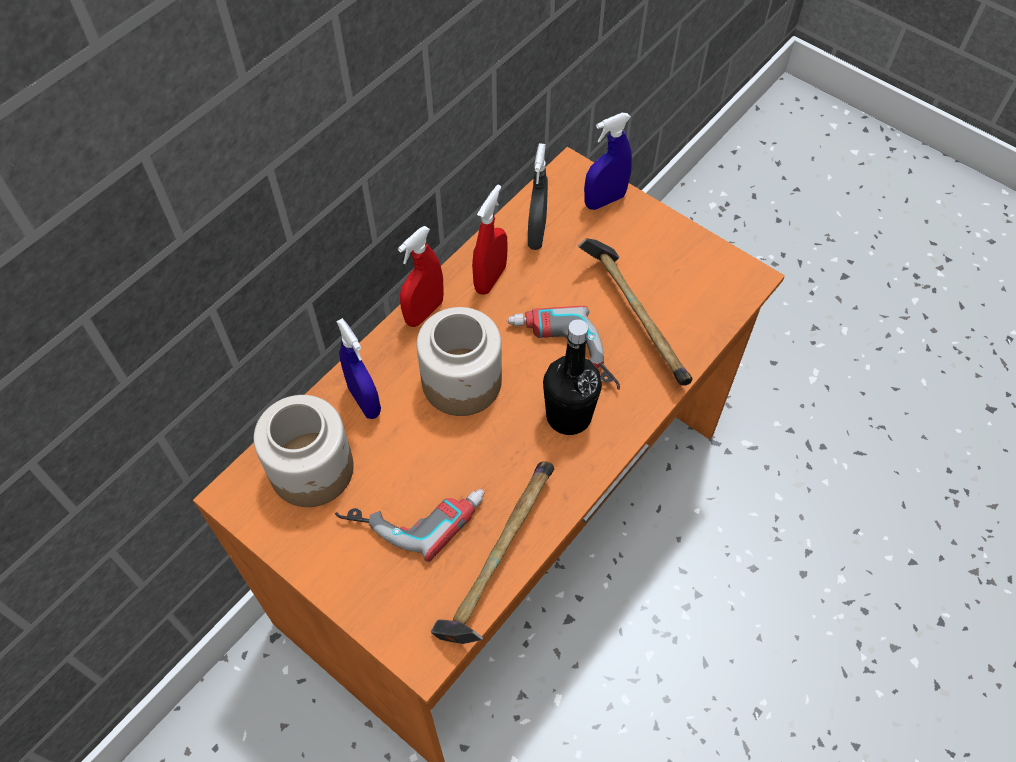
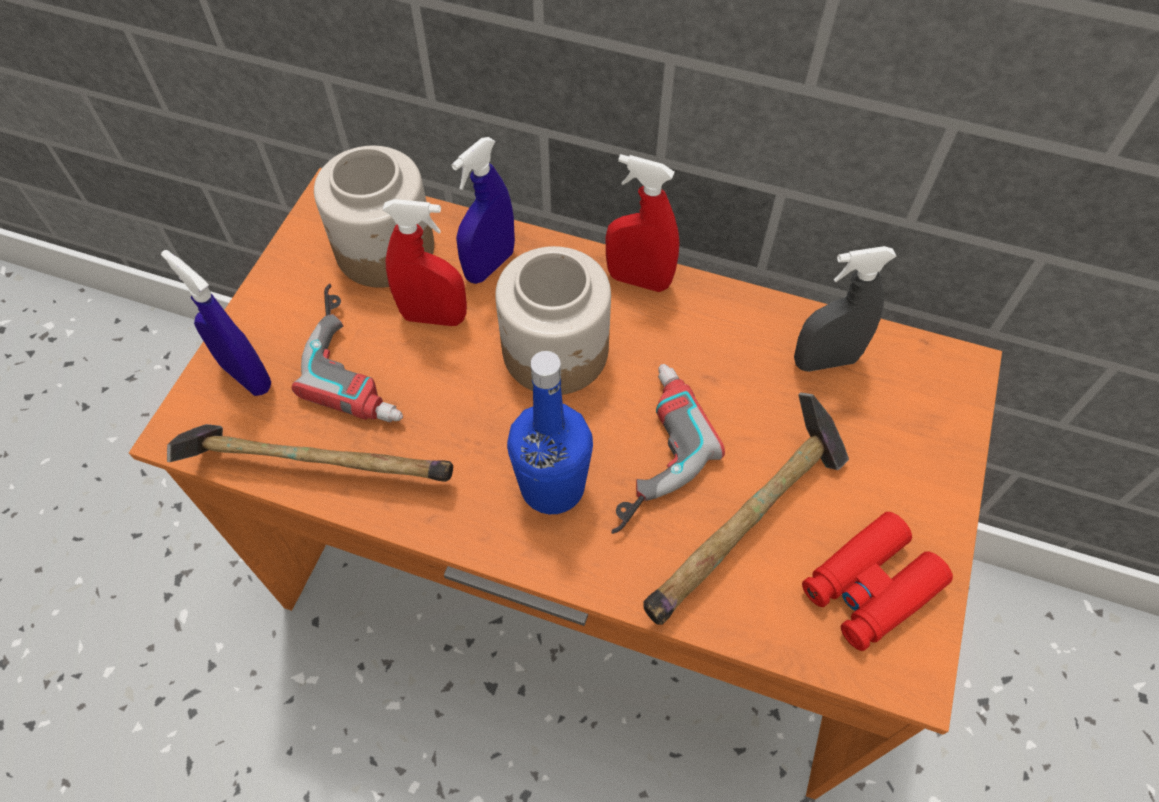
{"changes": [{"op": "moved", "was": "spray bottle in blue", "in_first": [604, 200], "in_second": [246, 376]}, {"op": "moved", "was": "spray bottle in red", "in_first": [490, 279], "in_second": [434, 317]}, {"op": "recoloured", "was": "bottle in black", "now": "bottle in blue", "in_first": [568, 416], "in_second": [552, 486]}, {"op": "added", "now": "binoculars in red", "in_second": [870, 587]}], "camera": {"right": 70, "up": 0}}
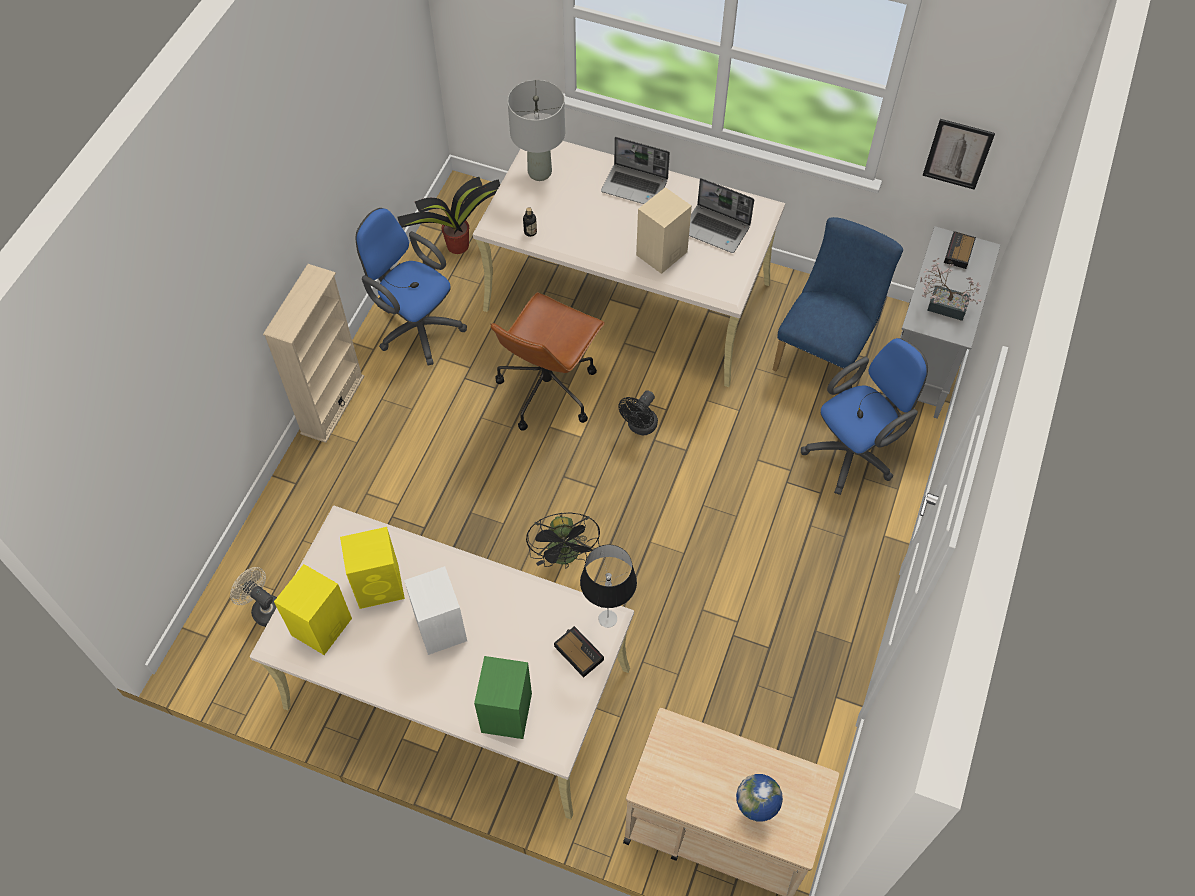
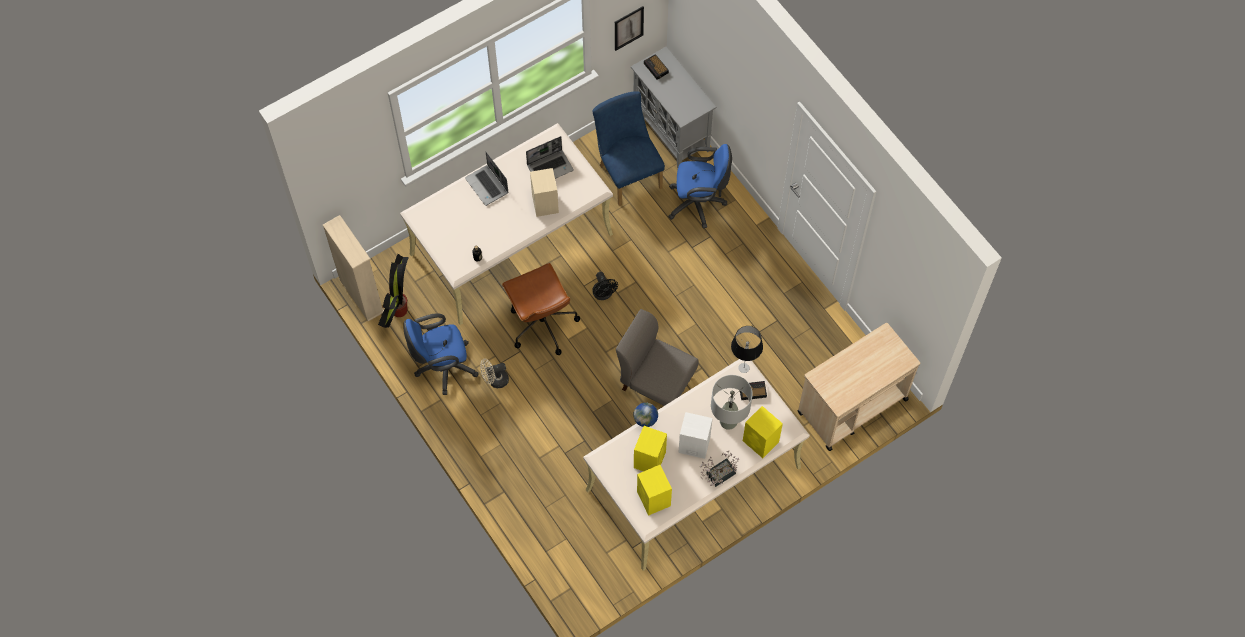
{"changes": [{"op": "moved", "was": "table lamp in grey", "in_first": [539, 172], "in_second": [728, 422]}, {"op": "turned", "was": "laptop", "in_first": [635, 186], "in_second": [487, 186], "clockwise": 90}, {"op": "moved", "was": "potted plant", "in_first": [942, 305], "in_second": [717, 475]}, {"op": "moved", "was": "bookcase in beige", "in_first": [332, 405], "in_second": [361, 295]}, {"op": "turned", "was": "office chair in blue", "in_first": [854, 452], "in_second": [699, 203], "clockwise": 90}, {"op": "replaced", "was": "fan in black", "now": "chair in grey", "in_first": [565, 557], "in_second": [656, 381]}, {"op": "moved", "was": "fan in beige", "in_first": [264, 609], "in_second": [495, 380]}, {"op": "recoloured", "was": "speaker in green", "now": "speaker in yellow", "in_first": [506, 714], "in_second": [761, 442]}, {"op": "moved", "was": "globe", "in_first": [755, 810], "in_second": [646, 424]}], "camera": {"right": -55, "up": 5}}
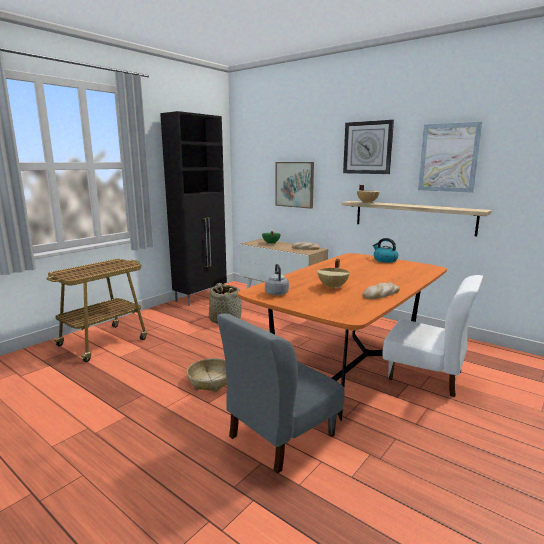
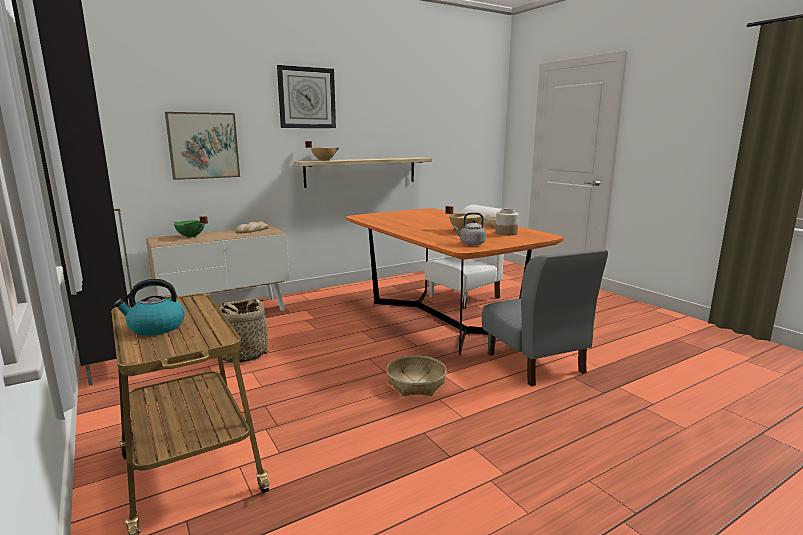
{"changes": [{"op": "removed", "was": "picture", "in_first": [448, 157]}, {"op": "moved", "was": "kettle", "in_first": [384, 260], "in_second": [155, 327]}, {"op": "added", "now": "jar", "in_second": [506, 233]}], "camera": {"right": -70, "up": 0}}
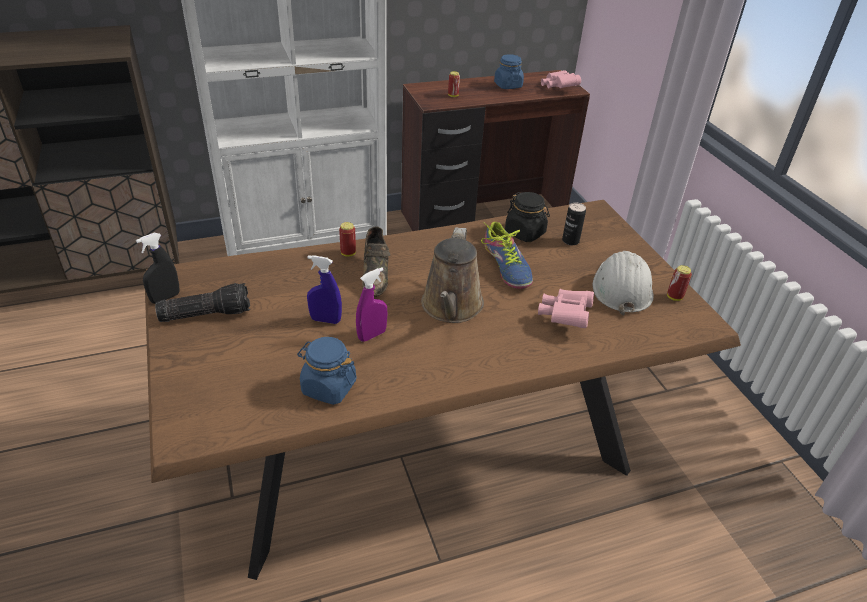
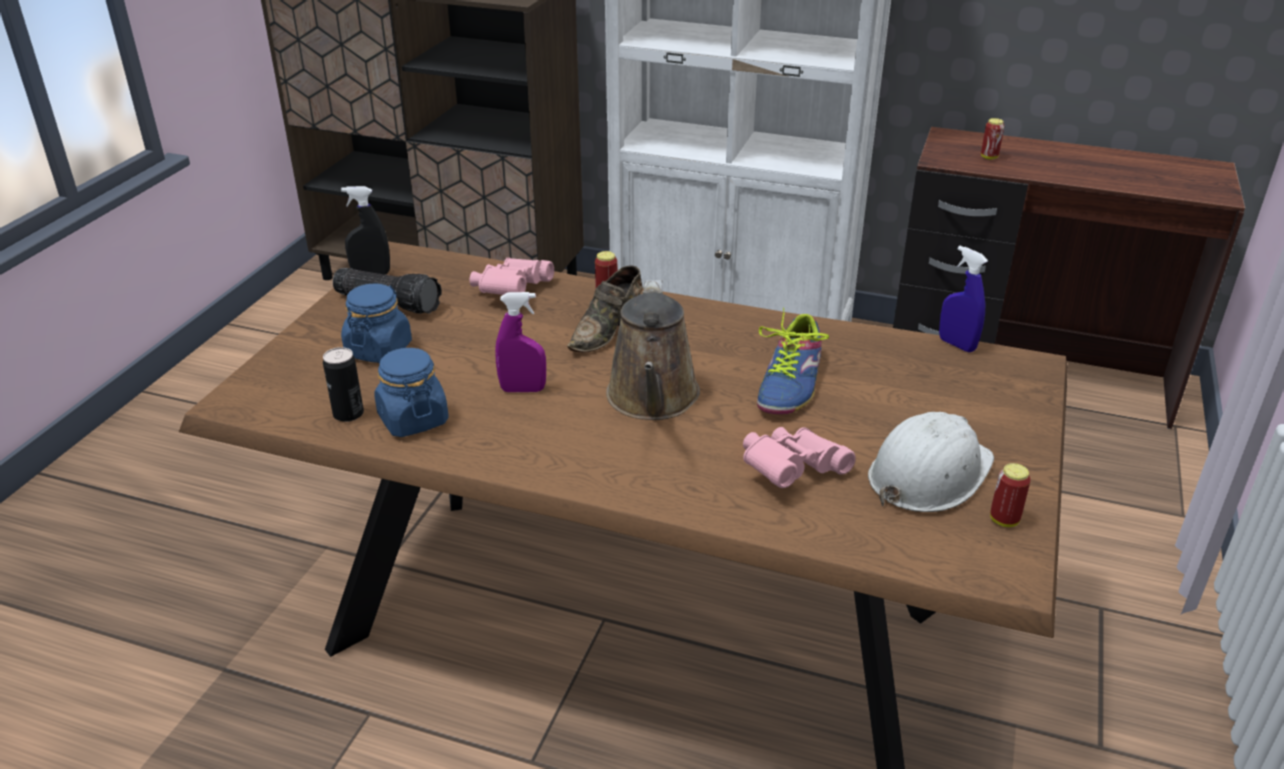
{"changes": [{"op": "moved", "was": "jar in blue", "in_first": [507, 85], "in_second": [379, 350]}, {"op": "moved", "was": "binoculars in pink", "in_first": [558, 88], "in_second": [511, 292]}, {"op": "removed", "was": "jar in black", "in_first": [525, 233]}, {"op": "moved", "was": "can", "in_first": [570, 241], "in_second": [348, 414]}, {"op": "turned", "was": "watering can in brown", "in_first": [451, 307], "in_second": [653, 399], "clockwise": -45}, {"op": "moved", "was": "spray bottle in blue", "in_first": [325, 320], "in_second": [956, 344]}], "camera": {"right": 40, "up": -5}}
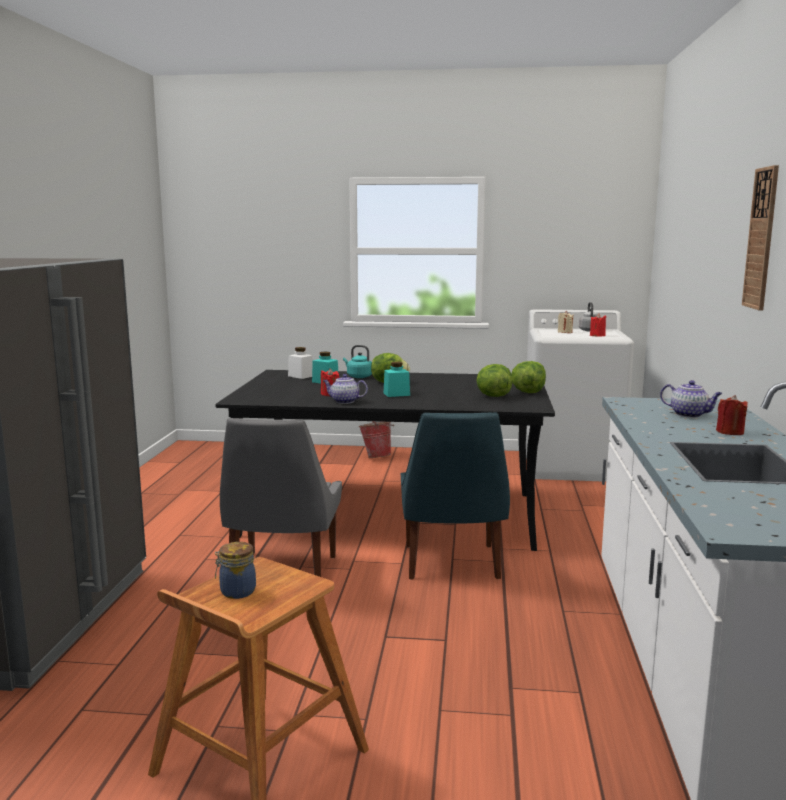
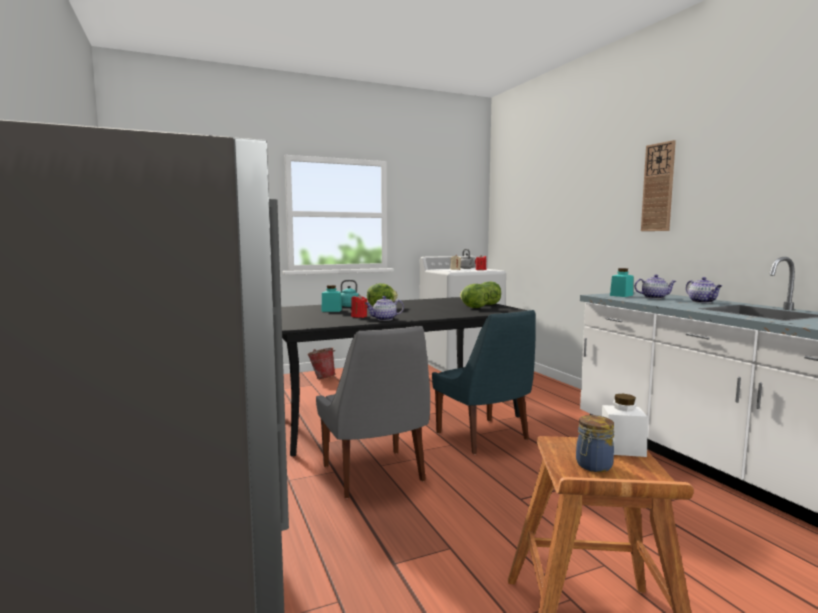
{"changes": [{"op": "moved", "was": "jar in white", "in_first": [301, 376], "in_second": [621, 449]}, {"op": "moved", "was": "jar in turquoise", "in_first": [396, 394], "in_second": [621, 295]}, {"op": "replaced", "was": "candle in red", "now": "teapot", "in_first": [730, 432], "in_second": [703, 302]}], "camera": {"right": -30, "up": -5}}
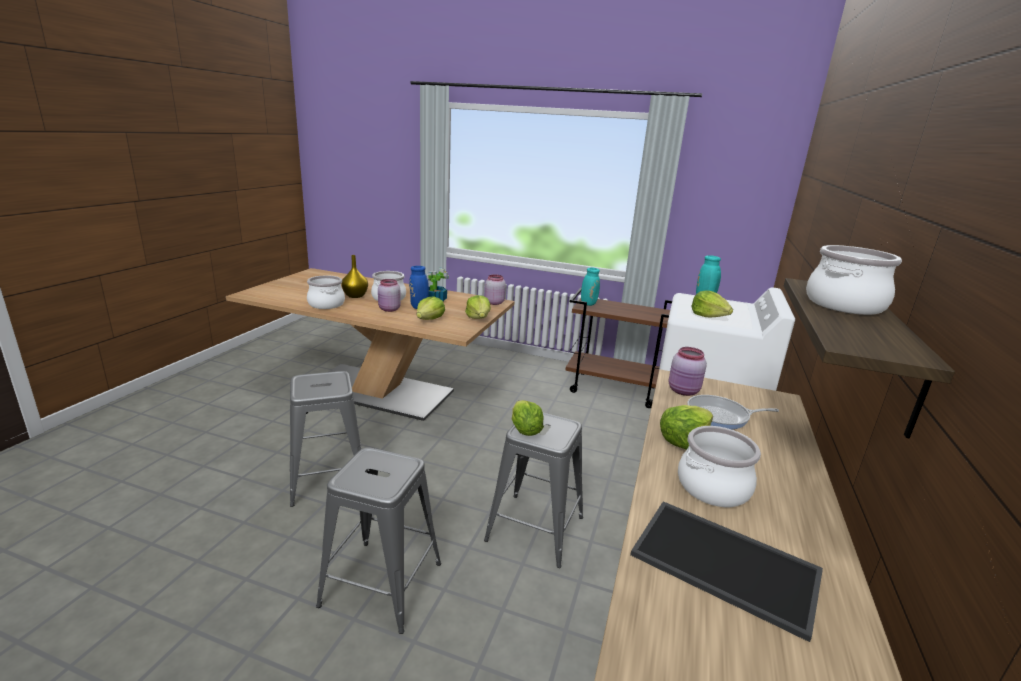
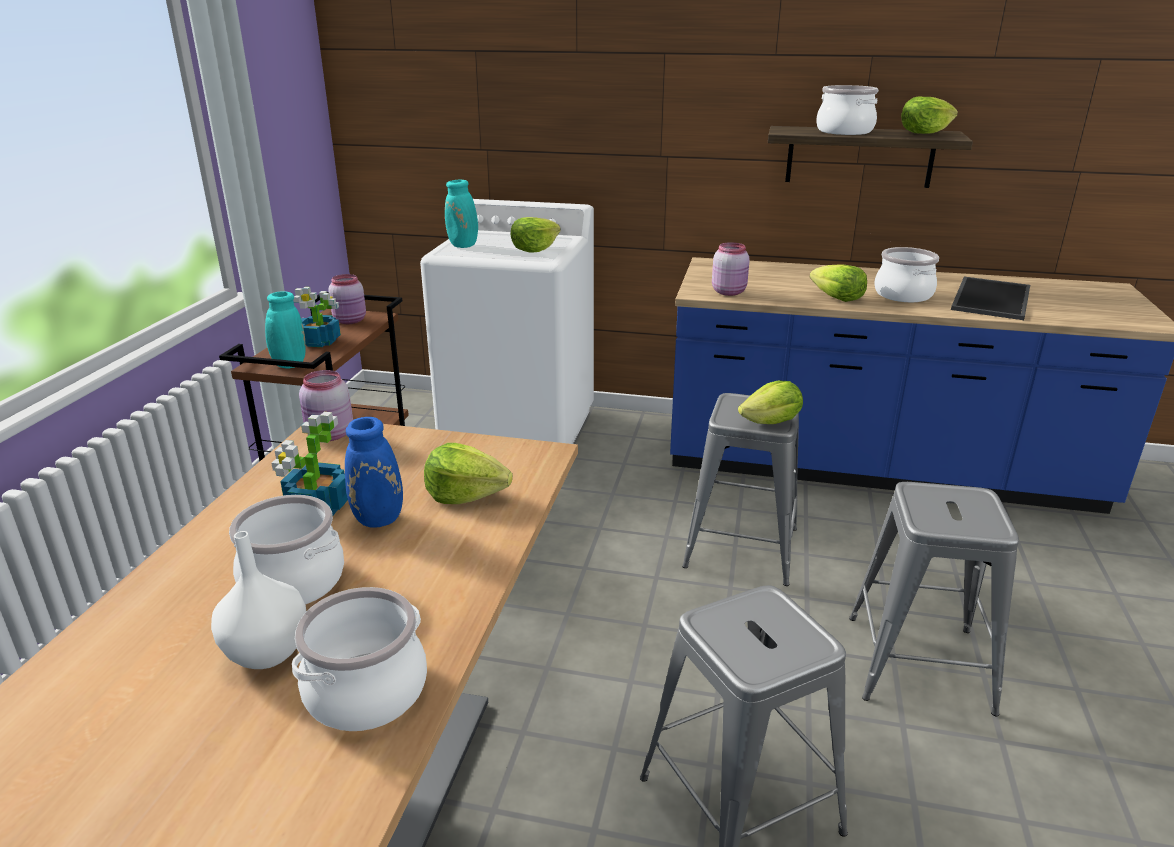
{"changes": [{"op": "recoloured", "was": "vase in yellow", "now": "vase in white", "in_first": [355, 296], "in_second": [268, 651]}, {"op": "moved", "was": "jar in pink", "in_first": [389, 309], "in_second": [351, 321]}, {"op": "moved", "was": "lettuce", "in_first": [478, 318], "in_second": [924, 132]}, {"op": "removed", "was": "frying pan", "in_first": [721, 416]}, {"op": "added", "now": "potted plant", "in_second": [320, 341]}], "camera": {"right": -95, "up": 5}}
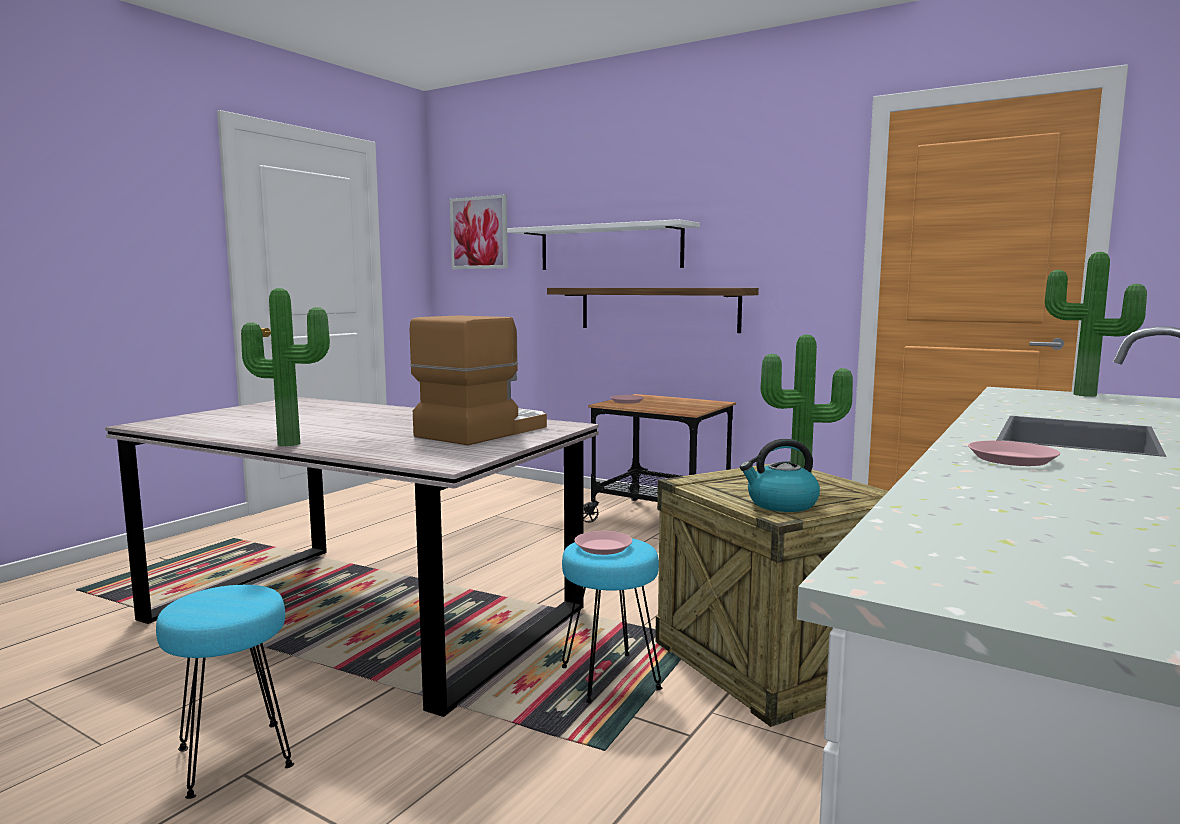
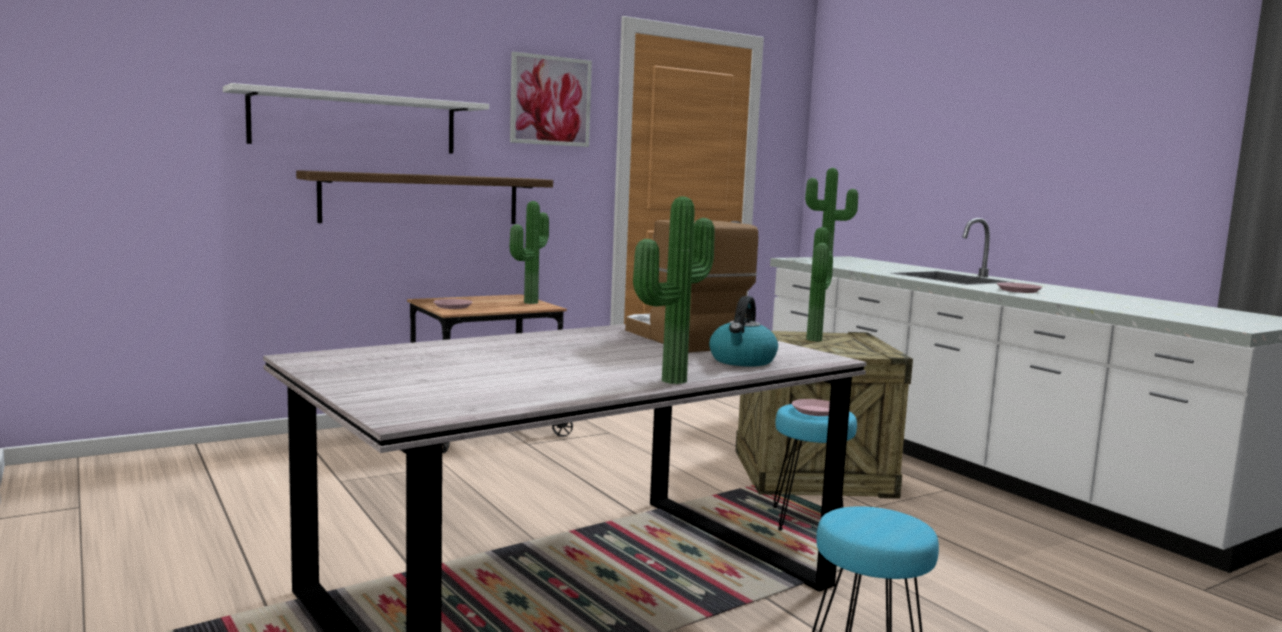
{"changes": [{"op": "moved", "was": "picture", "in_first": [479, 233], "in_second": [550, 101]}, {"op": "moved", "was": "kettle", "in_first": [781, 504], "in_second": [742, 361]}, {"op": "added", "now": "potted plant", "in_second": [528, 302]}], "camera": {"right": -65, "up": 0}}
